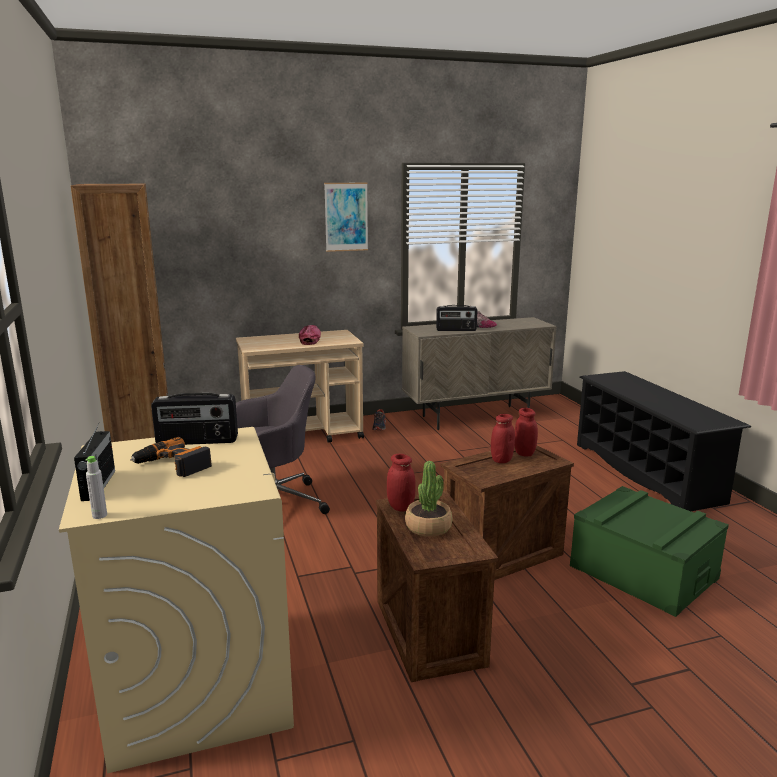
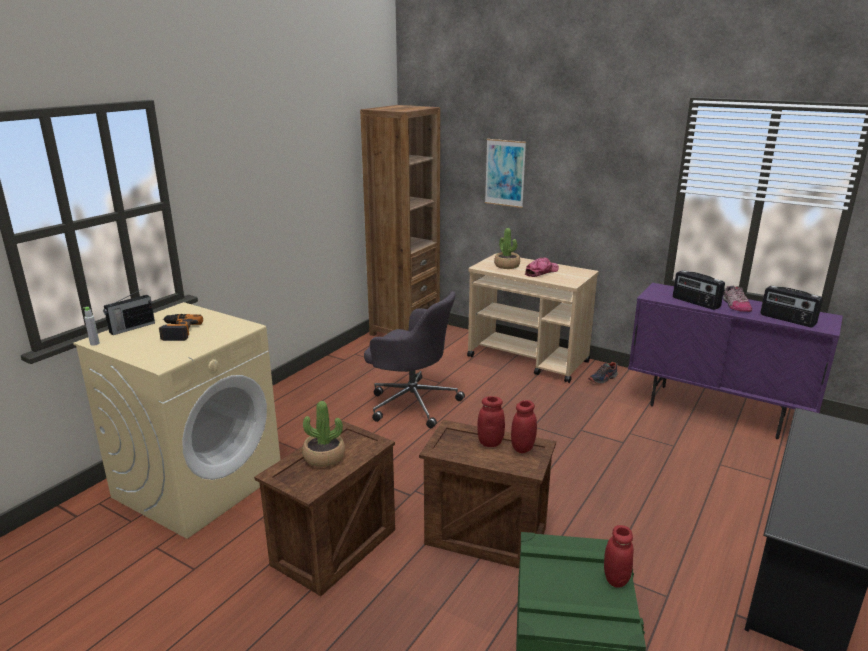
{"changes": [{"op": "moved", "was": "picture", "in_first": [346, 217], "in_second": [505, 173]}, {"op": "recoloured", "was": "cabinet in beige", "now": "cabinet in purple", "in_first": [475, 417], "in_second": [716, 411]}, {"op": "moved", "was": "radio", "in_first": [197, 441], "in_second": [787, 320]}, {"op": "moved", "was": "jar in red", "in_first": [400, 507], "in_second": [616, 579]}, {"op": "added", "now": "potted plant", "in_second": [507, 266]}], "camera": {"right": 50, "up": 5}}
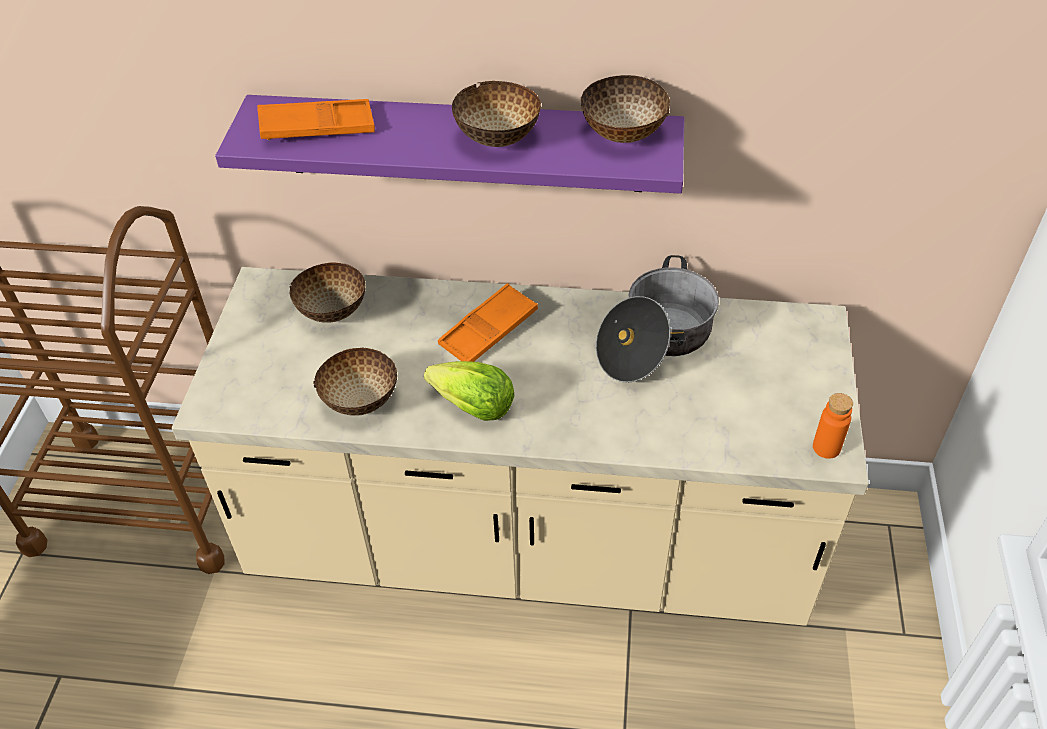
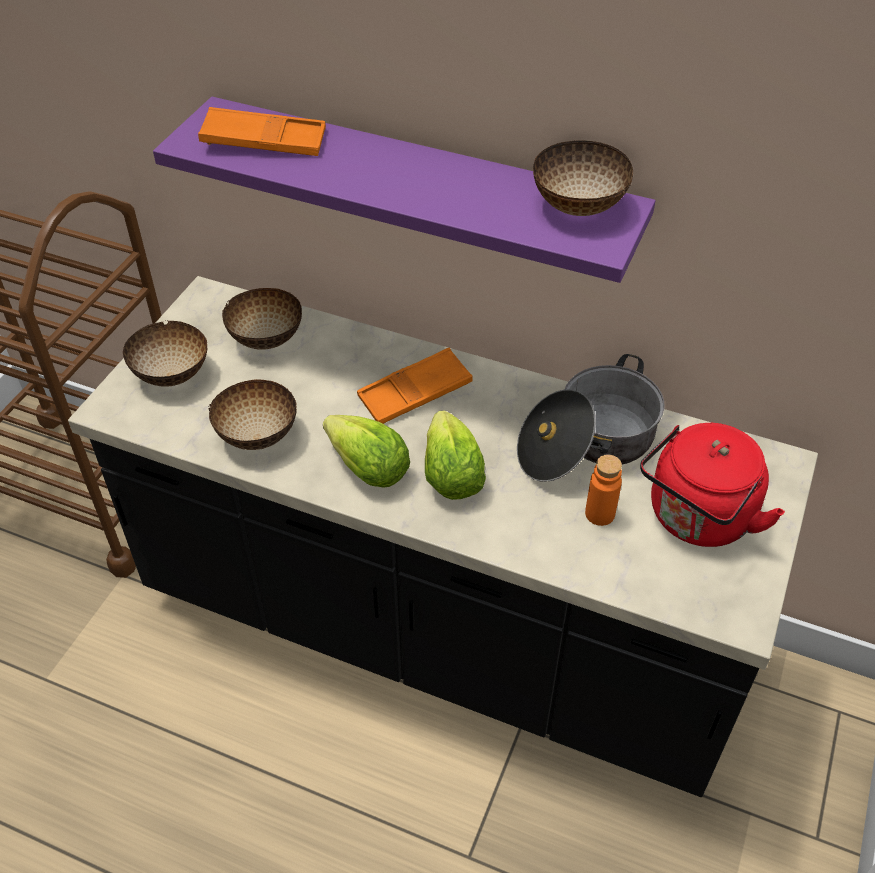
{"changes": [{"op": "moved", "was": "bowl", "in_first": [498, 138], "in_second": [173, 375]}, {"op": "recoloured", "was": "counter in beige", "now": "counter in black", "in_first": [528, 544], "in_second": [437, 629]}, {"op": "moved", "was": "bottle in orange", "in_first": [826, 447], "in_second": [600, 514]}, {"op": "added", "now": "lettuce", "in_second": [451, 476]}, {"op": "added", "now": "kettle in red", "in_second": [697, 519]}], "camera": {"right": 15, "up": 0}}
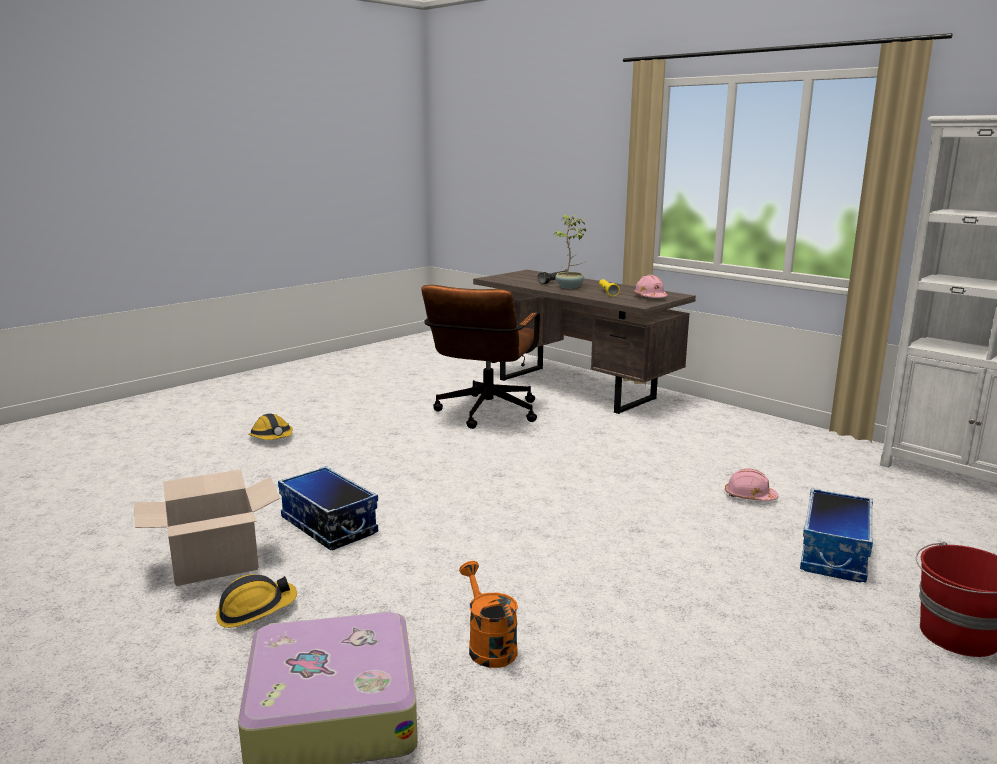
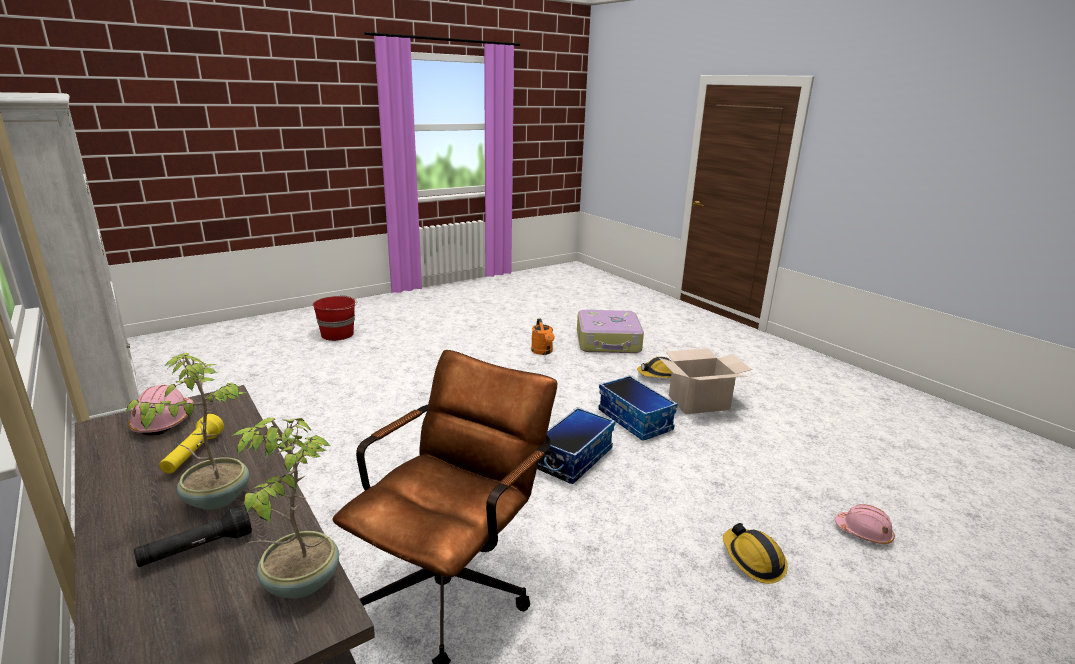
{"changes": [{"op": "moved", "was": "hard hat in pink", "in_first": [749, 497], "in_second": [863, 532]}, {"op": "moved", "was": "storage box", "in_first": [835, 554], "in_second": [573, 458]}, {"op": "added", "now": "potted plant", "in_second": [299, 582]}], "camera": {"right": -170, "up": 5}}
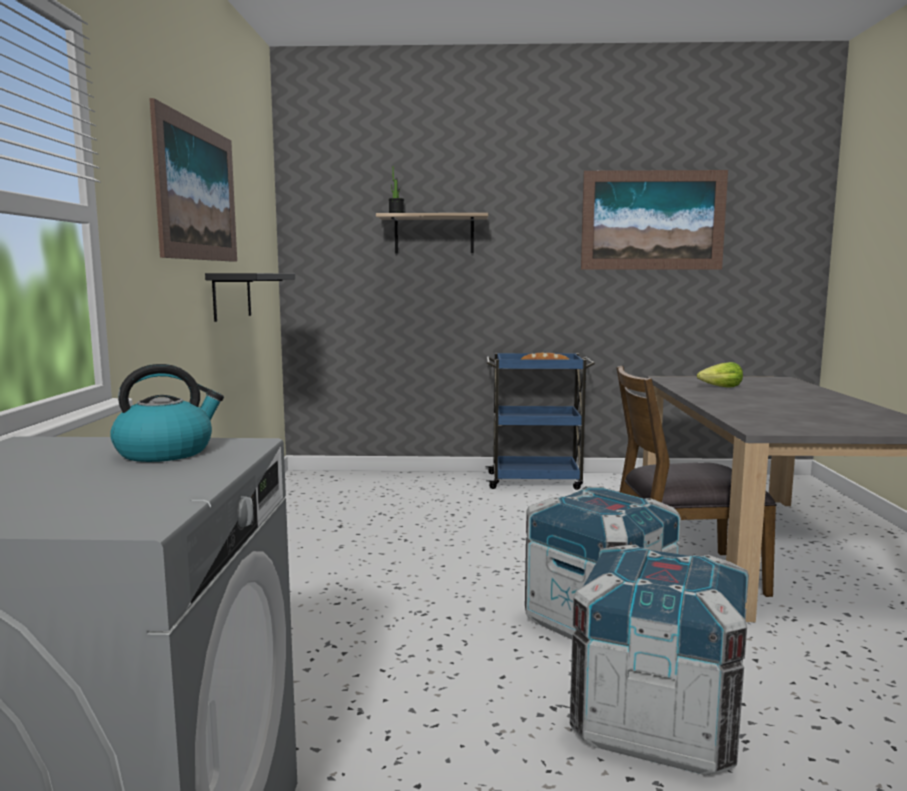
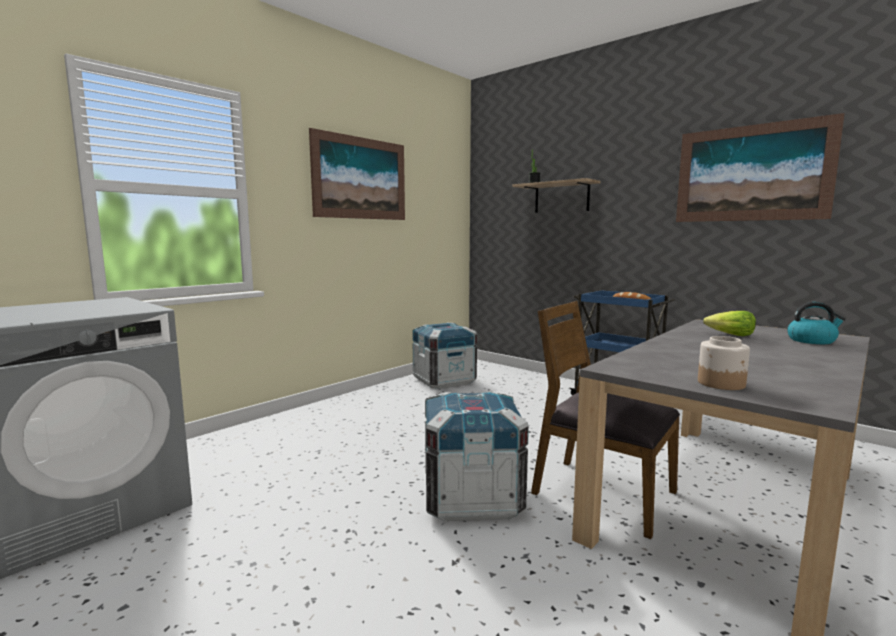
{"changes": [{"op": "removed", "was": "shelf in black", "in_first": [232, 296]}, {"op": "moved", "was": "kettle", "in_first": [166, 452], "in_second": [812, 341]}, {"op": "moved", "was": "crate", "in_first": [657, 722], "in_second": [444, 380]}, {"op": "added", "now": "jar", "in_second": [721, 384]}], "camera": {"right": 40, "up": 0}}
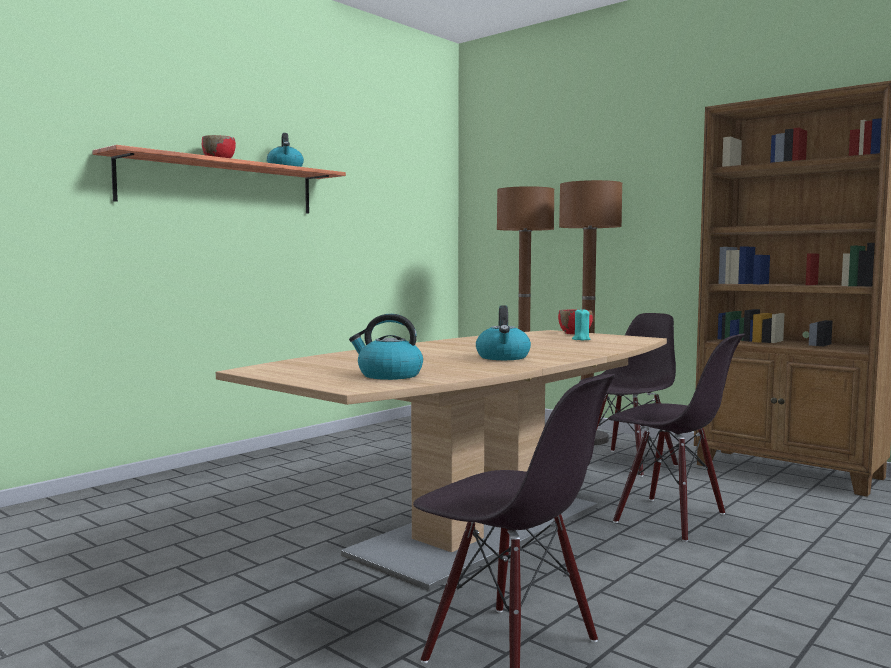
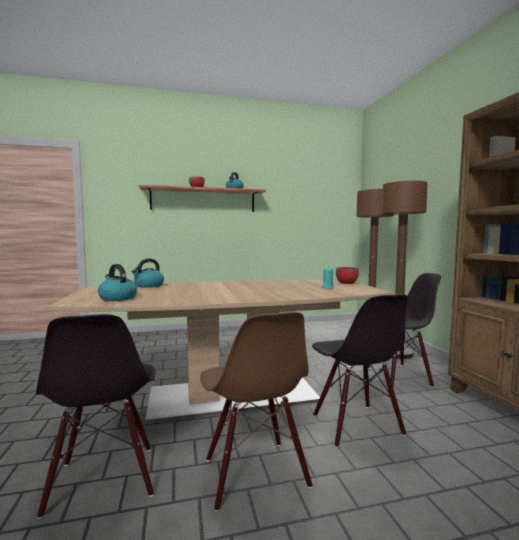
{"changes": [{"op": "moved", "was": "kettle", "in_first": [503, 357], "in_second": [148, 286]}, {"op": "added", "now": "chair in brown", "in_second": [254, 473]}], "camera": {"right": 35, "up": 0}}
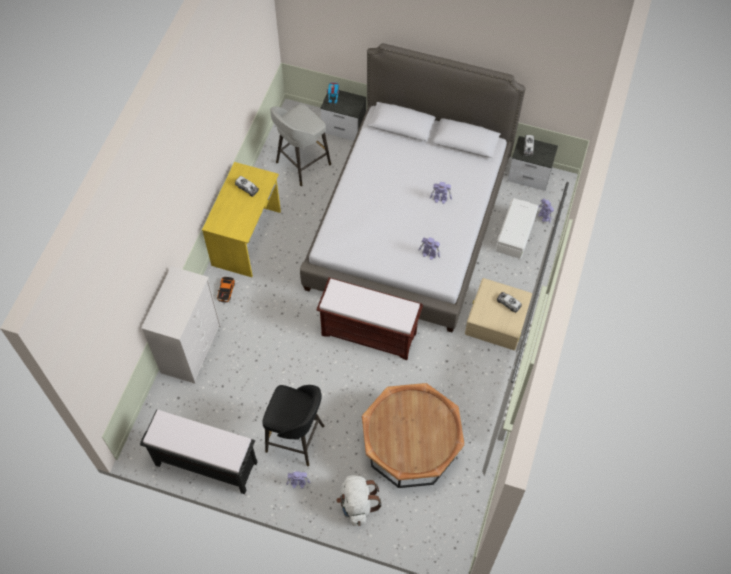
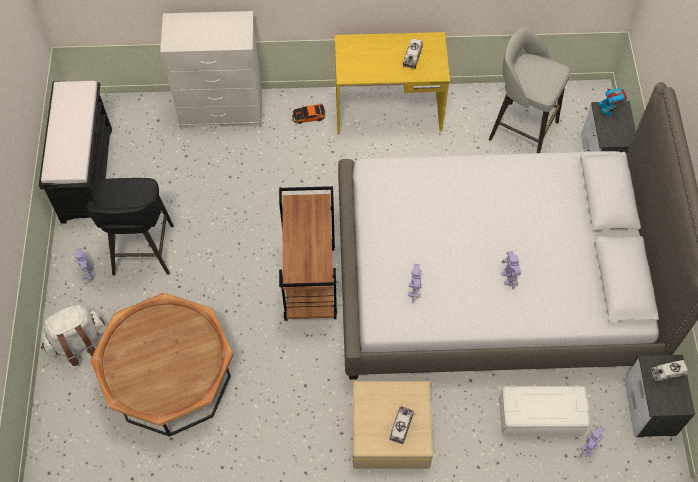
{"changes": [{"op": "replaced", "was": "bench in brown", "now": "cart in brown", "in_first": [370, 333], "in_second": [311, 283]}], "camera": {"right": 70, "up": 0}}
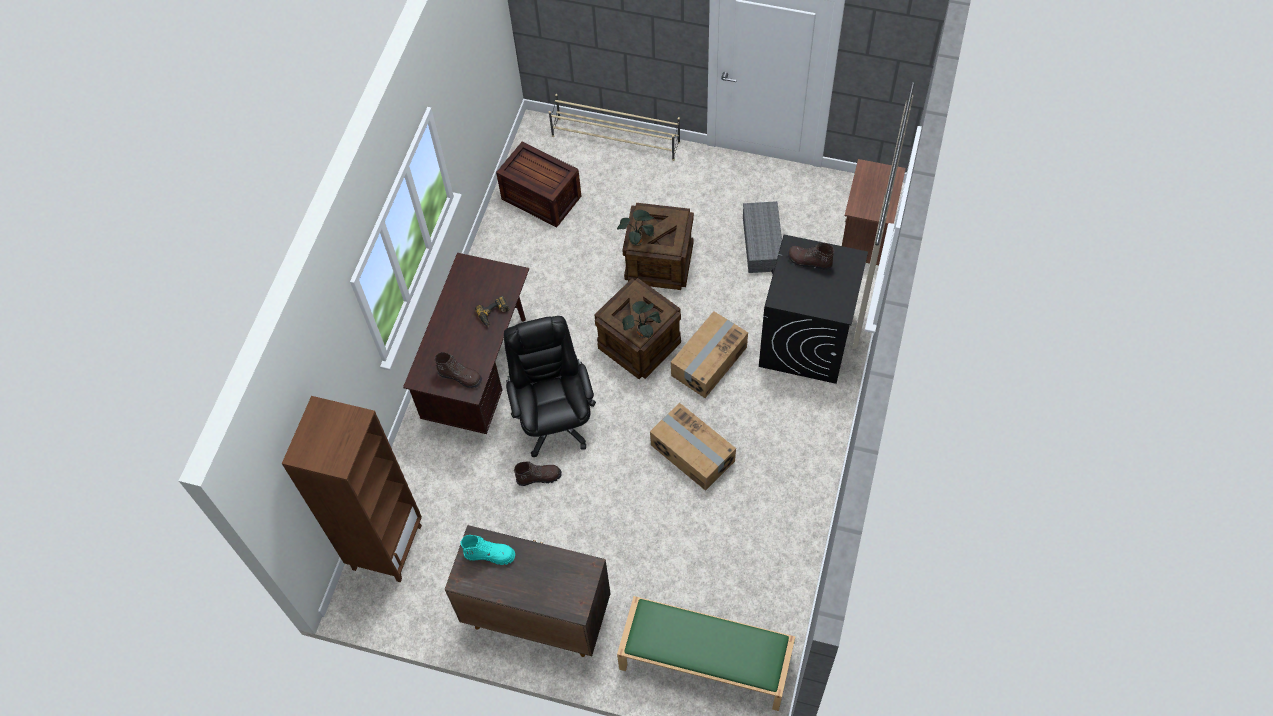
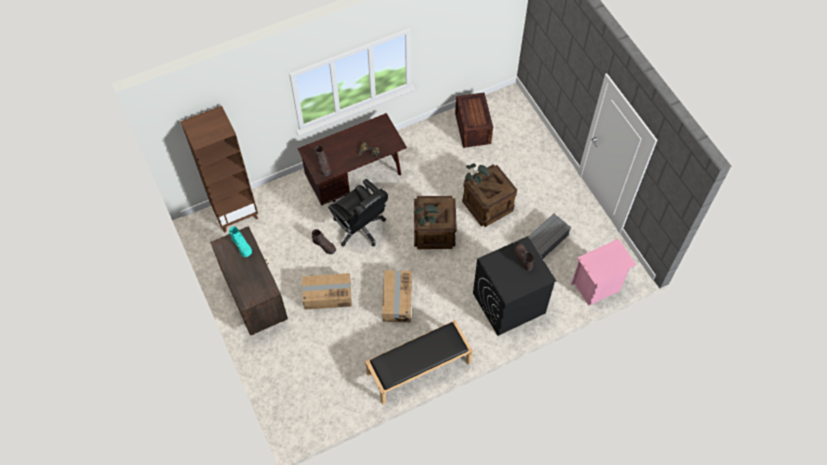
{"changes": [{"op": "removed", "was": "shoe rack in beige", "in_first": [616, 139]}, {"op": "recoloured", "was": "nightstand in brown", "now": "nightstand in pink", "in_first": [865, 240], "in_second": [596, 287]}, {"op": "moved", "was": "cardboard box", "in_first": [708, 361], "in_second": [327, 295]}, {"op": "turned", "was": "office chair in black", "in_first": [554, 418], "in_second": [360, 228], "clockwise": 105}, {"op": "removed", "was": "bench in green", "in_first": [704, 661]}, {"op": "added", "now": "bench in black", "in_second": [418, 368]}], "camera": {"right": 45, "up": 0}}
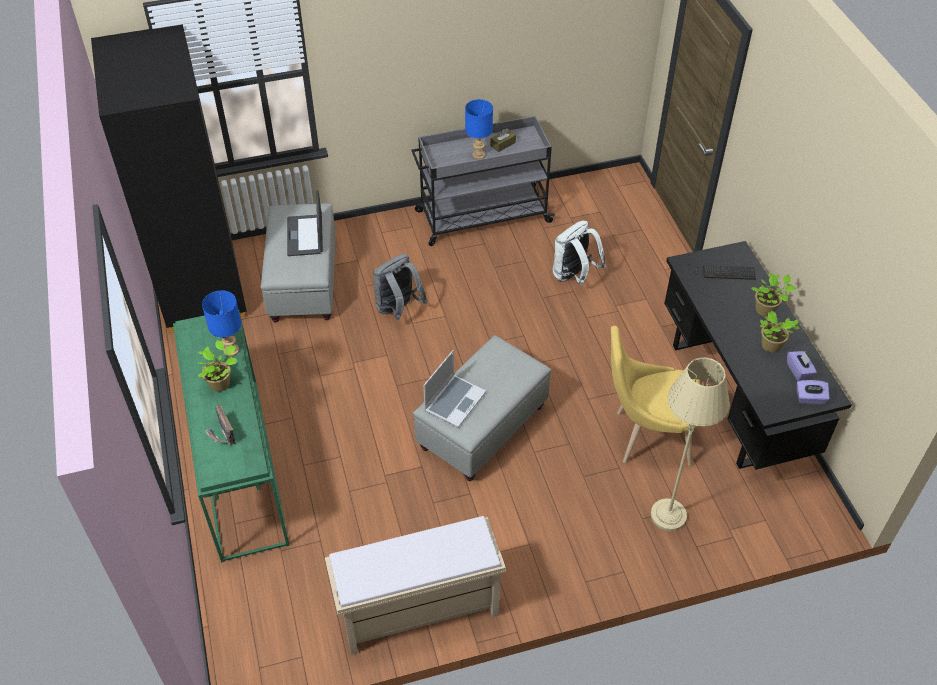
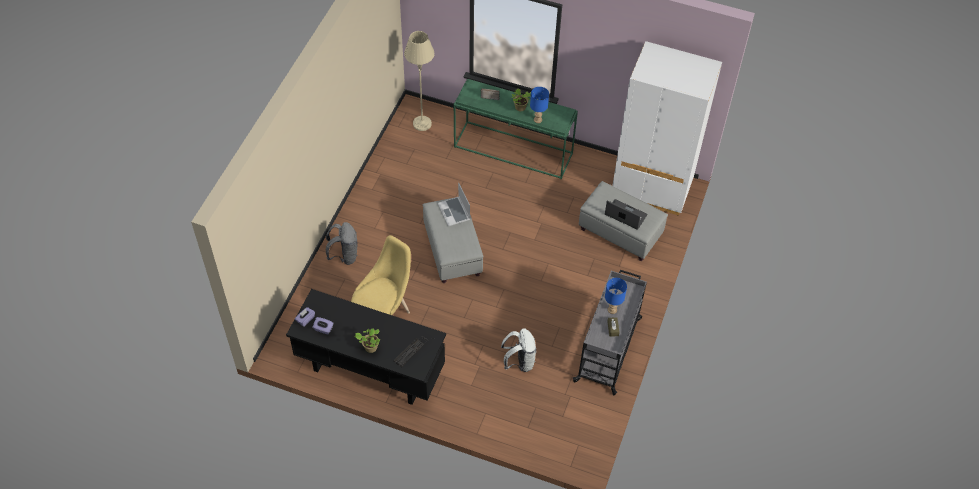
{"changes": [{"op": "recoloured", "was": "wardrobe in black", "now": "wardrobe in white", "in_first": [202, 287], "in_second": [651, 188]}, {"op": "moved", "was": "backpack in grey", "in_first": [398, 309], "in_second": [344, 255]}, {"op": "removed", "was": "potted plant", "in_first": [771, 346]}, {"op": "moved", "was": "floor lamp in beige", "in_first": [668, 515], "in_second": [422, 123]}, {"op": "removed", "was": "bench in beige", "in_first": [417, 611]}], "camera": {"right": 125, "up": 5}}
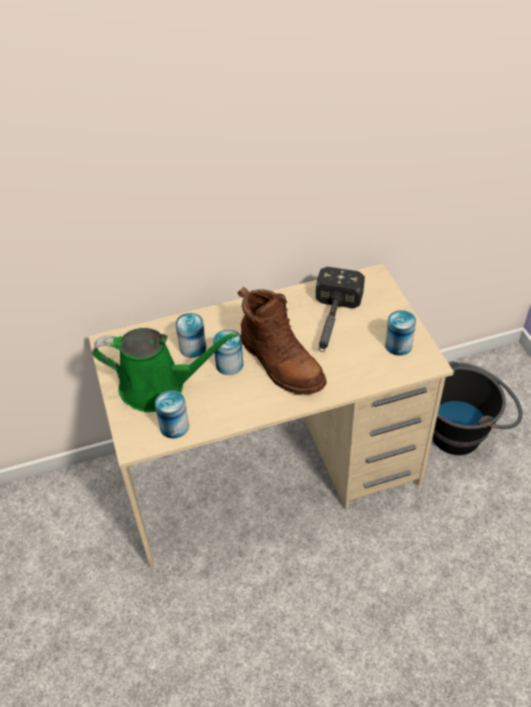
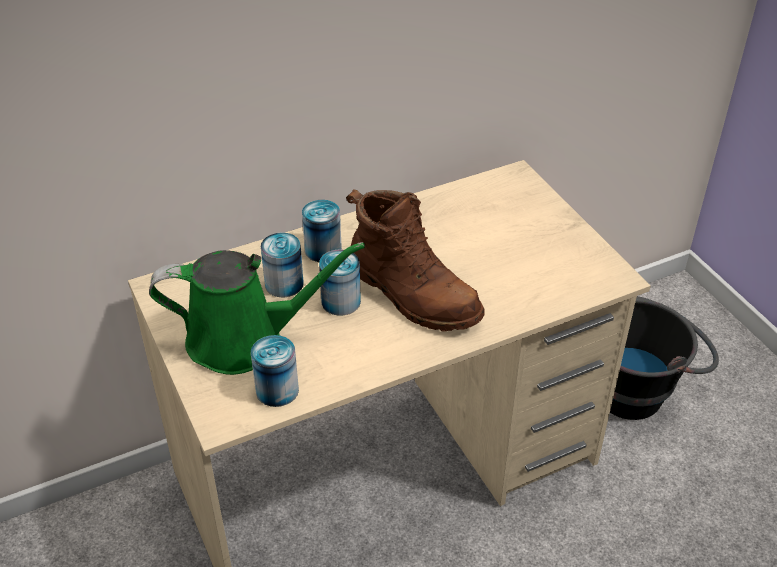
{"changes": [{"op": "removed", "was": "hammer", "in_first": [332, 323]}, {"op": "moved", "was": "can", "in_first": [398, 345], "in_second": [323, 250]}], "camera": {"right": -10, "up": -5}}
